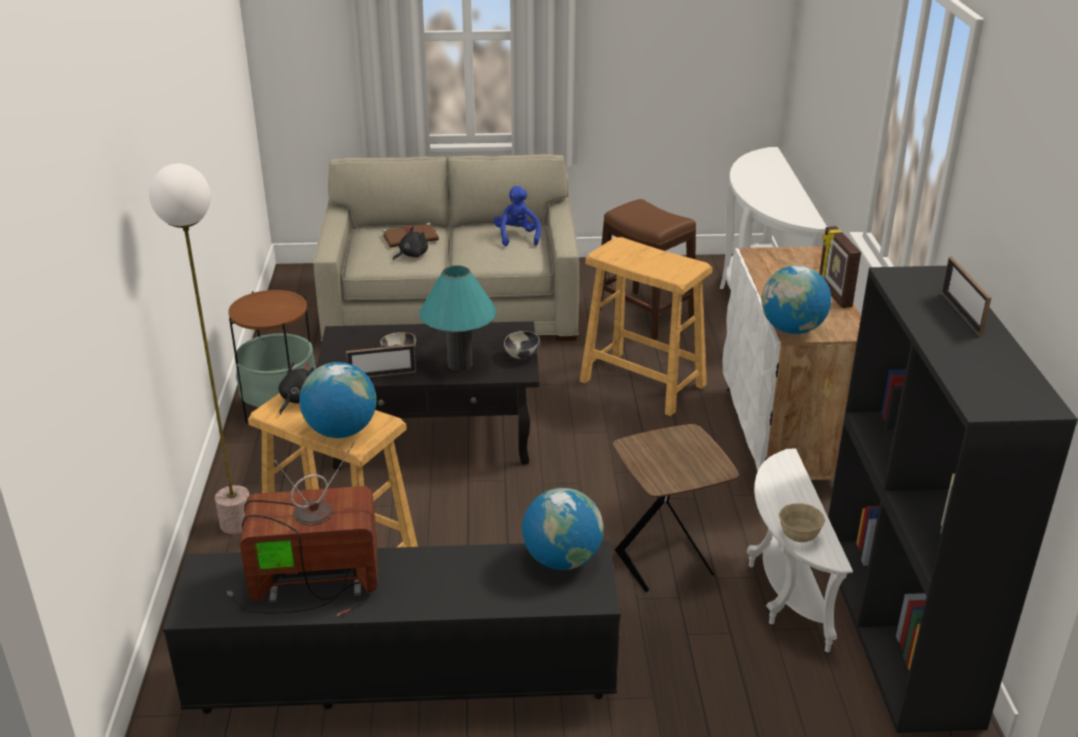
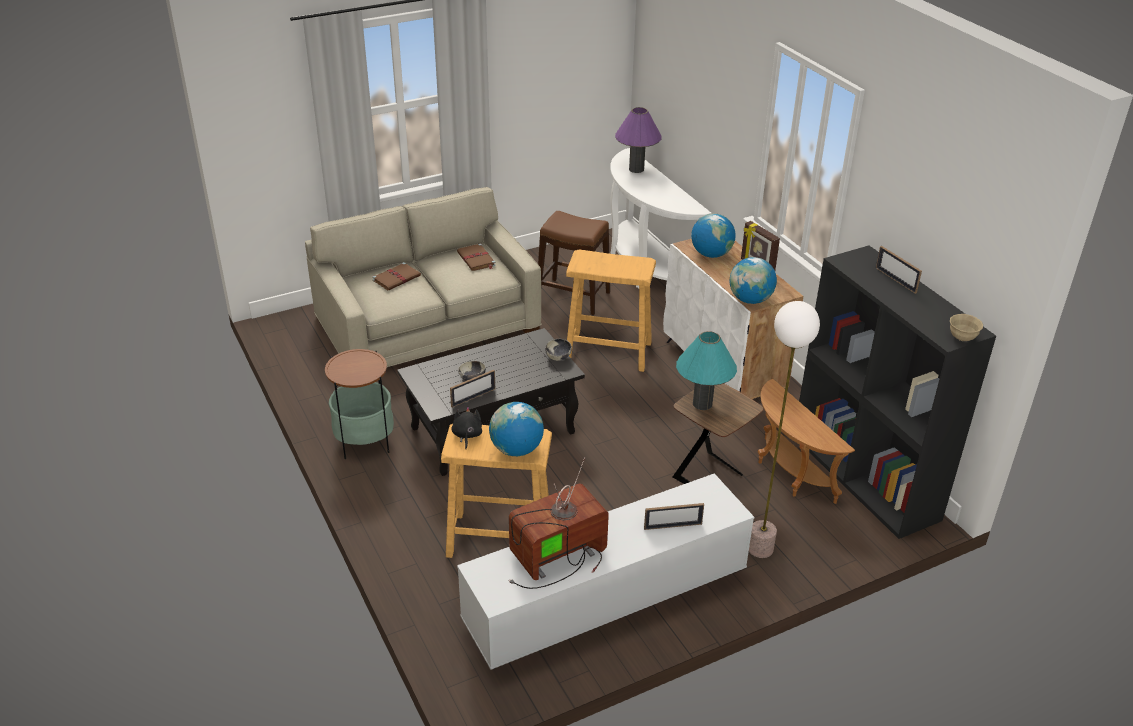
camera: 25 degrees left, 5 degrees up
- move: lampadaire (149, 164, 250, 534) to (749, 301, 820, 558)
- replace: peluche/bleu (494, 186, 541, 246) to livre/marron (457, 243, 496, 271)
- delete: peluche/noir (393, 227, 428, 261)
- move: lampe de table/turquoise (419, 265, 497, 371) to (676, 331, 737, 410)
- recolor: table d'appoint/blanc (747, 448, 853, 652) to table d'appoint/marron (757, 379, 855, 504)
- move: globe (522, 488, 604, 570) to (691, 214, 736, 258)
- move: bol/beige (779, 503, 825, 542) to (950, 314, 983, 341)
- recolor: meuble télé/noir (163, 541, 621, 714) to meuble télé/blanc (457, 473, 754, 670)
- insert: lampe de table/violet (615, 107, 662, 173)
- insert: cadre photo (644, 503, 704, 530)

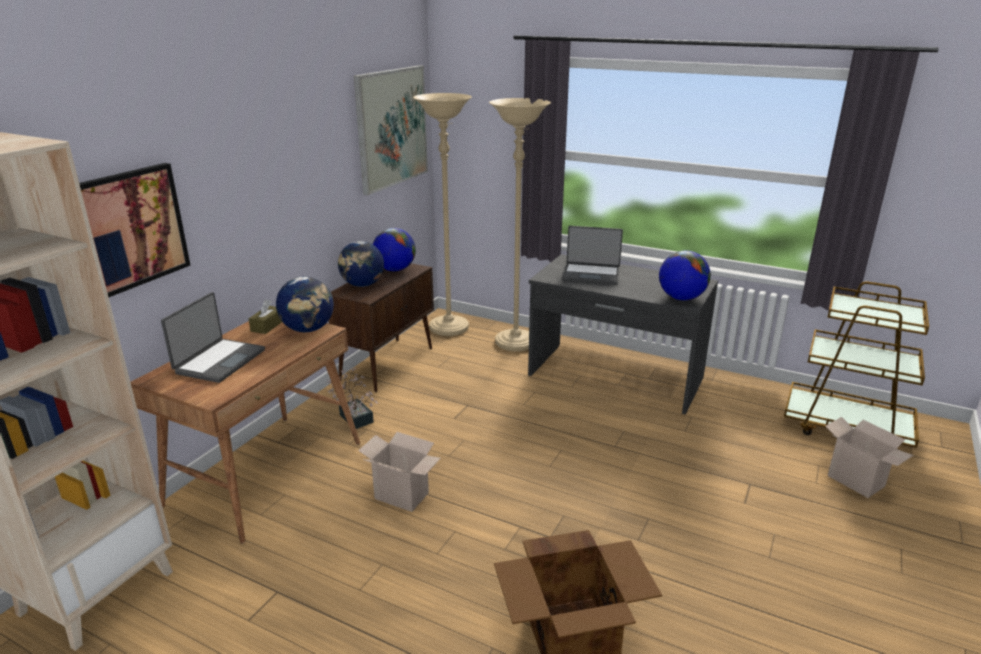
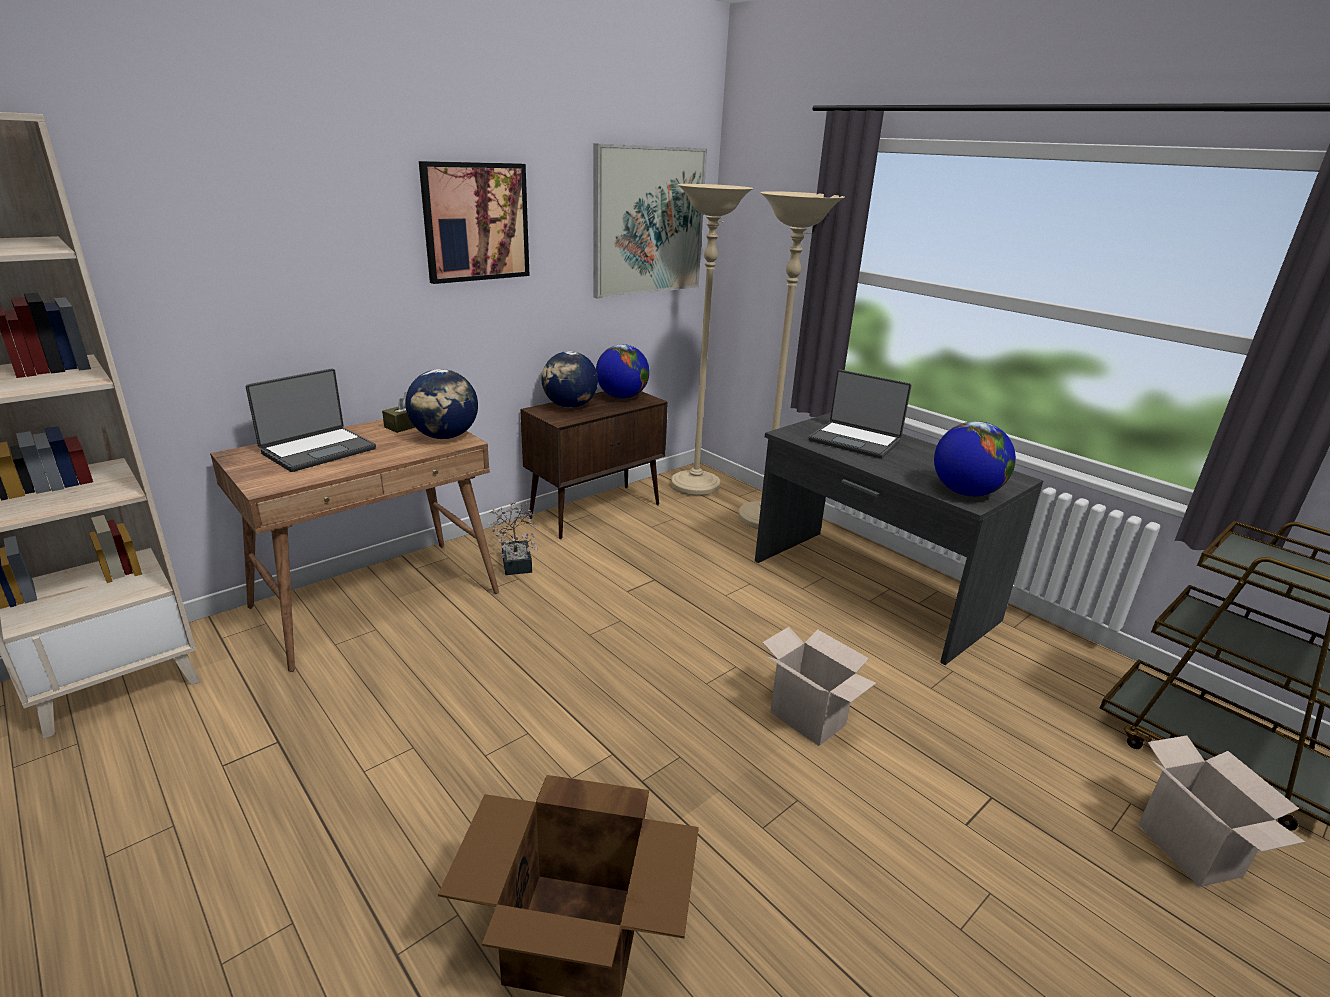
camera: 20 degrees right, 0 degrees up
- move: tableau (79, 163, 191, 297) to (419, 161, 530, 284)
- move: carton (358, 432, 441, 512) to (762, 627, 876, 746)

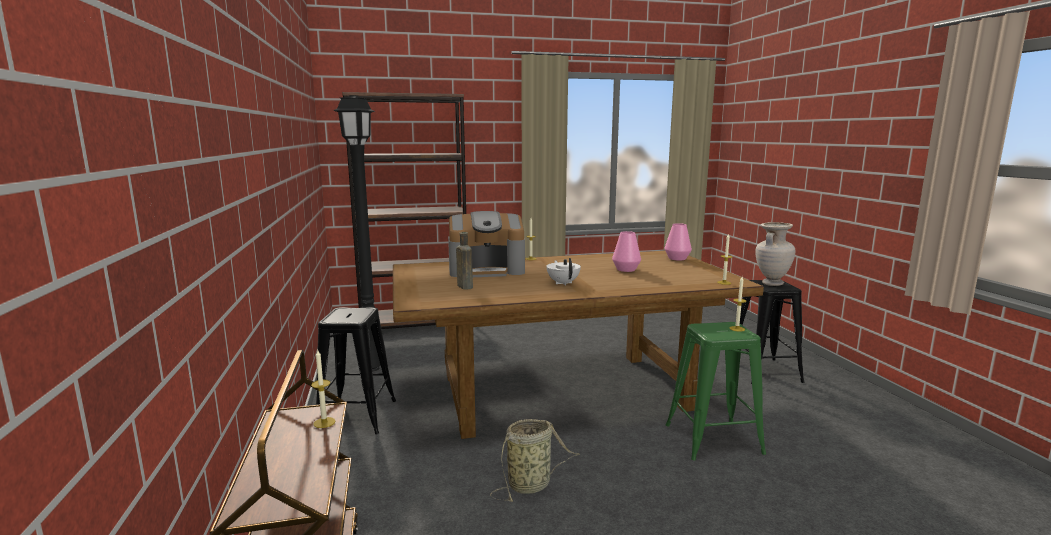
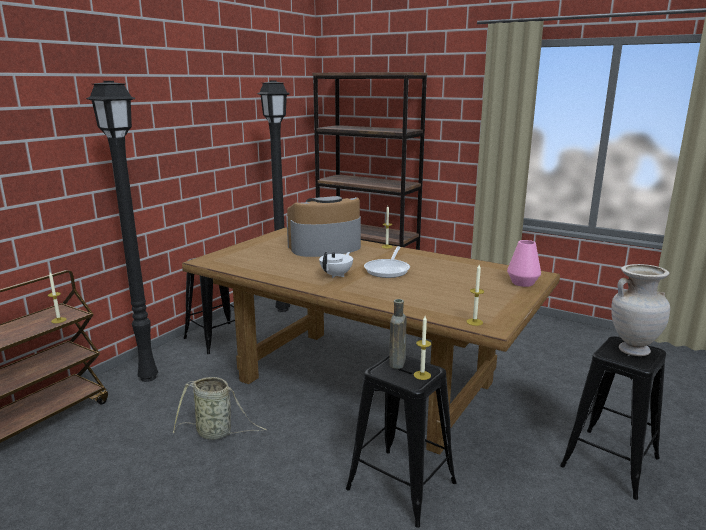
camera: 45 degrees right, 5 degrees up
- rotate: machine à café (448, 211, 525, 277) = (287, 196, 361, 257) 120 degrees clockwise
- delete: vase/rose (612, 231, 641, 272)
- move: bouteille/marron (456, 232, 473, 290) to (390, 299, 406, 369)
- recolor: tabouret/vert (666, 322, 766, 461) to tabouret/noir (346, 354, 457, 528)
- insert: lampadaire/noir (86, 81, 158, 382)
- insert: poêle (364, 246, 410, 278)

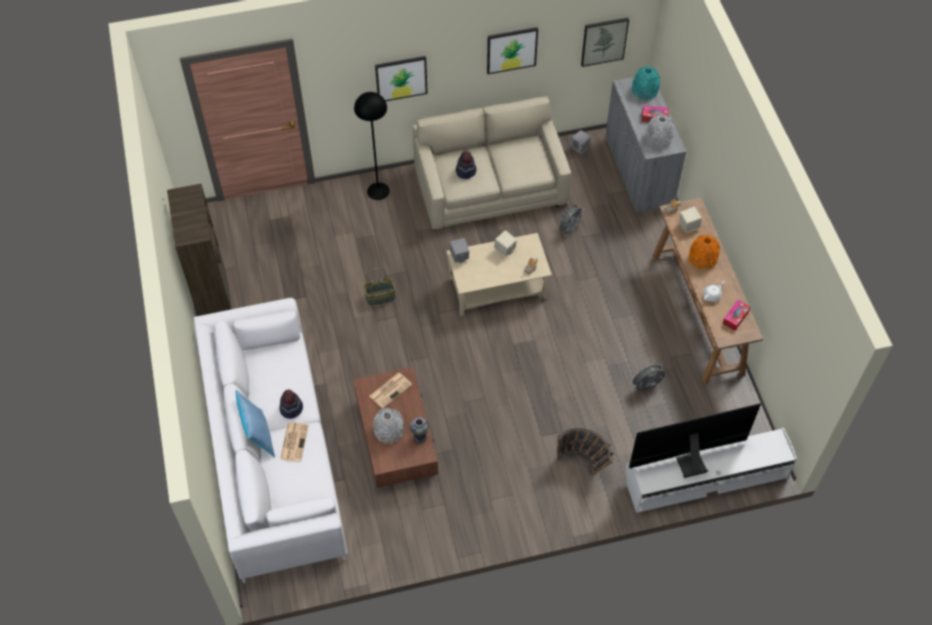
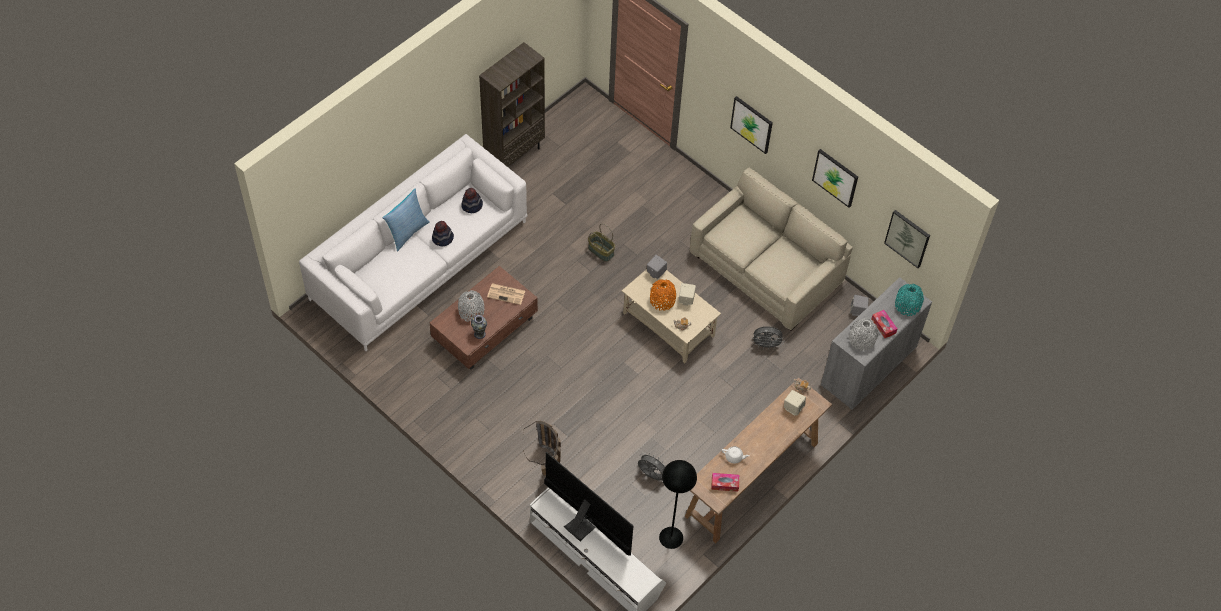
camera: 55 degrees right, 0 degrees up
- move: lampadaire/noir (354, 92, 390, 200) to (659, 460, 697, 549)
- move: chapeau (456, 151, 476, 179) to (461, 188, 483, 213)
- move: vase/orange (689, 235, 720, 270) to (650, 279, 676, 311)
- delete: journal (280, 422, 308, 461)

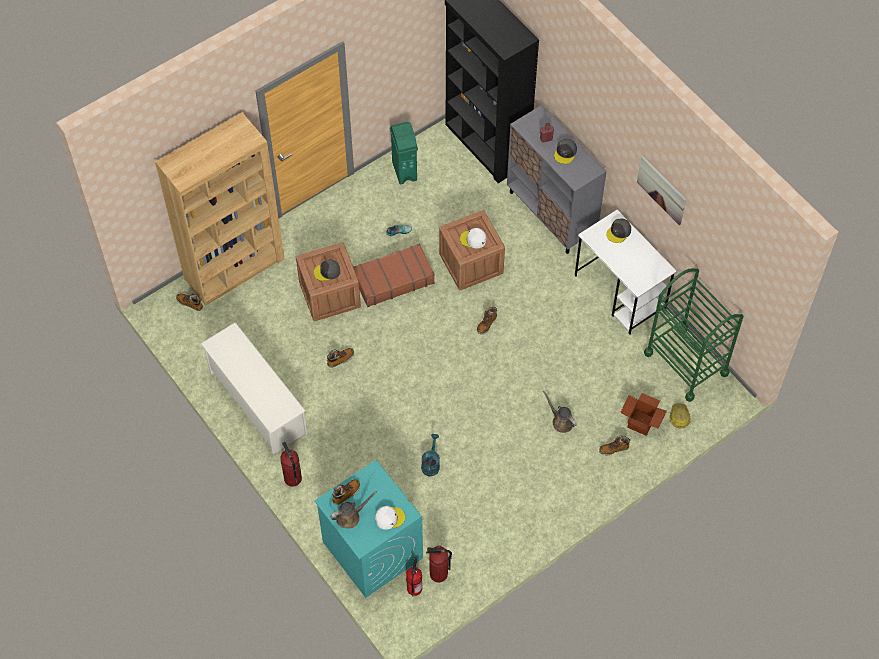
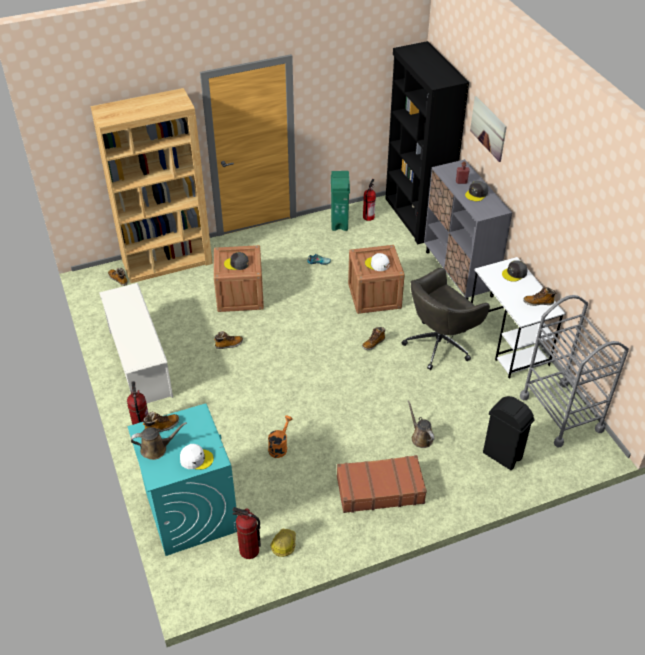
camera: 15 degrees right, 15 degrees down
- move: tableau (637, 156, 686, 225) to (470, 96, 507, 162)
- move: valise/marron (353, 243, 435, 307) to (337, 455, 427, 513)
- recolor: chariot/vert (644, 269, 744, 402) to chariot/gris (520, 295, 629, 447)
- replace: carton (620, 393, 667, 436) to poubelle/noir (483, 396, 535, 470)
- move: casque de chantier (669, 403, 691, 428) to (271, 529, 296, 557)
- recolor: arrosoir/turquoise (421, 434, 440, 476) to arrosoir/orange (268, 416, 293, 458)
- move: botte (599, 436, 630, 455) to (523, 287, 556, 306)
- move: extincteur (406, 557, 422, 597) to (363, 179, 376, 221)
- insert: chaise de bureau/gris (401, 268, 490, 370)

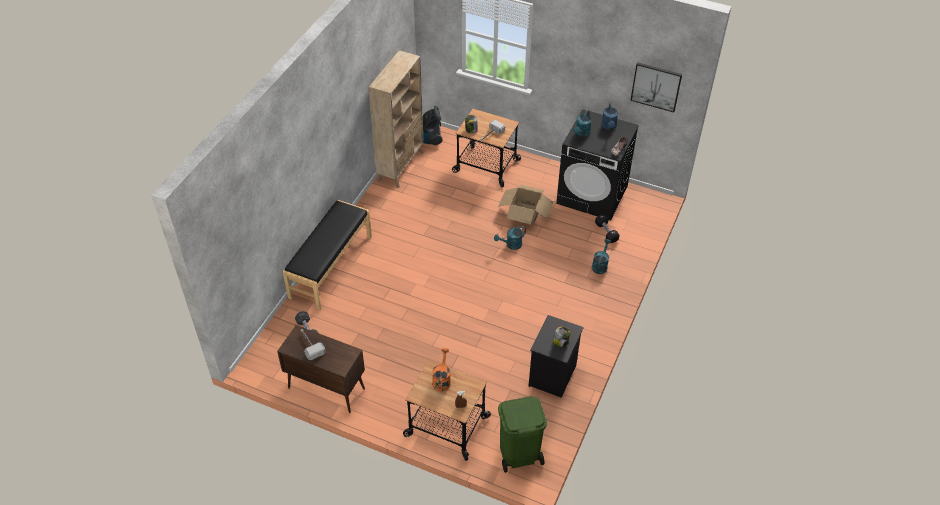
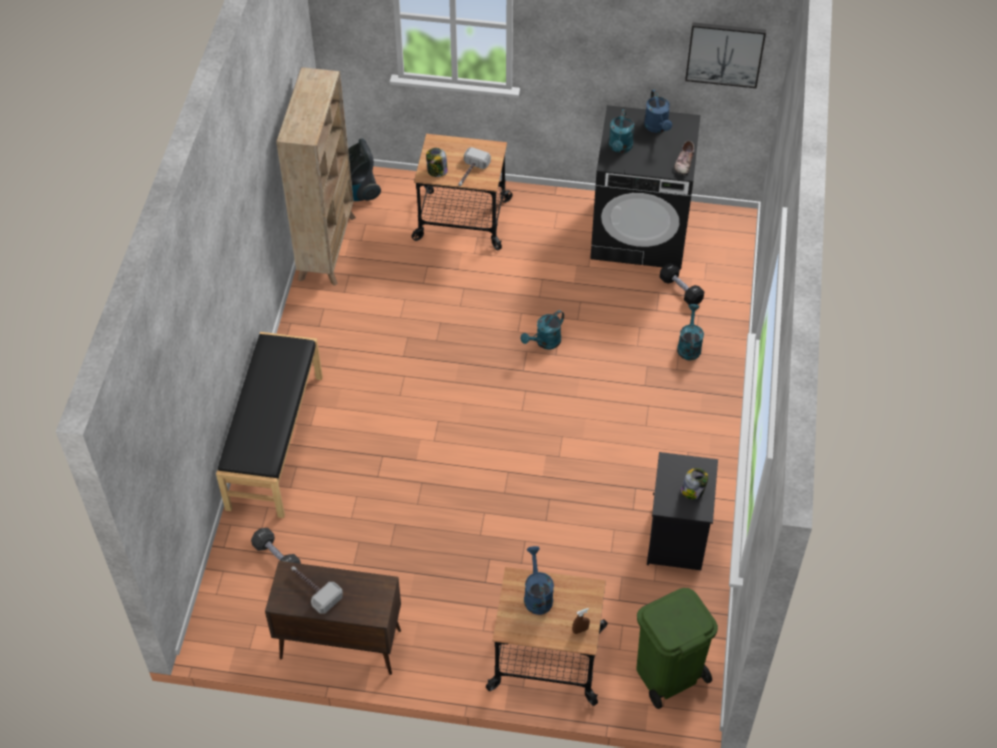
camera: 15 degrees left, 5 degrees up
- delete: carton (498, 185, 554, 225)
- recolor: arrosoir/orange (432, 348, 451, 392) to arrosoir/bleu (524, 546, 554, 615)

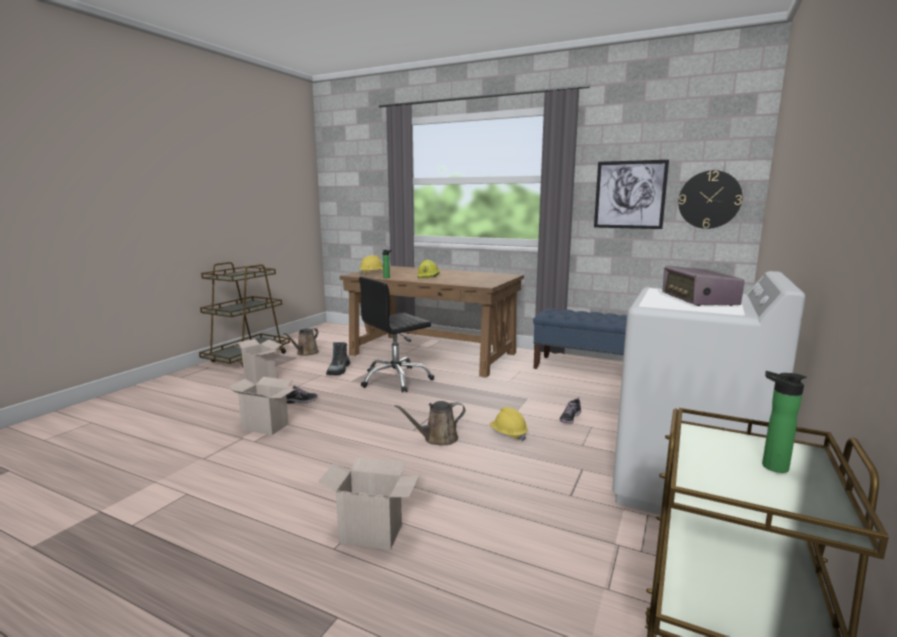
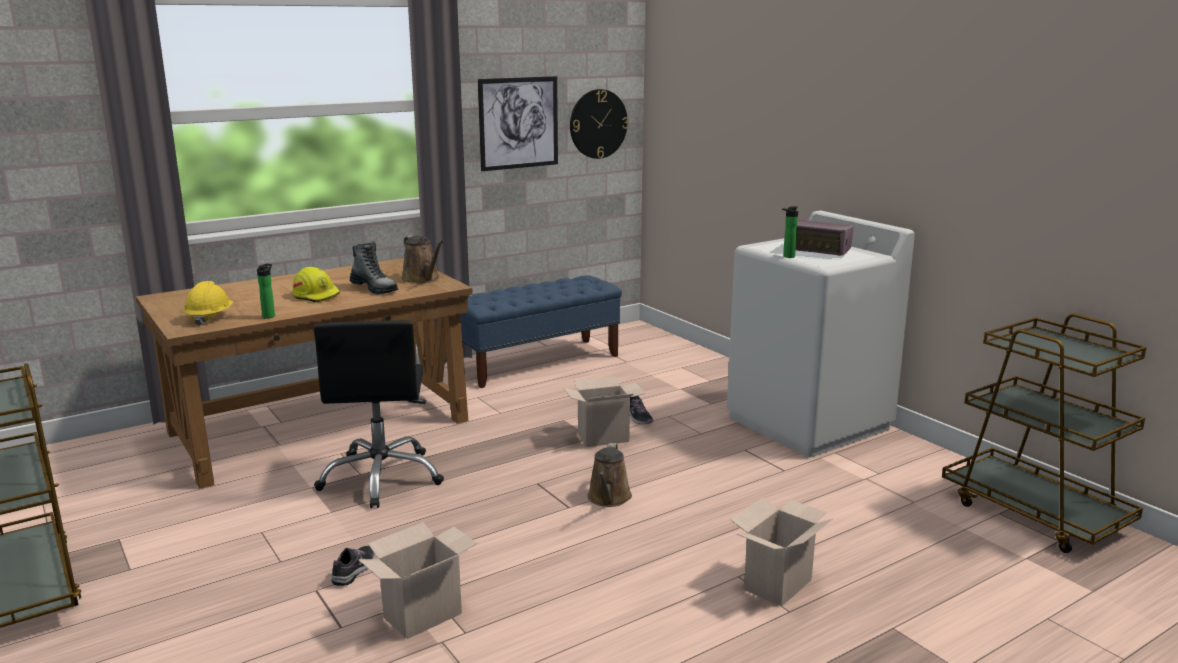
camera: 60 degrees left, 5 degrees up
- move: arrosoir/marron (284, 328, 319, 356) to (402, 235, 443, 284)
- move: carton (237, 339, 282, 384) to (563, 376, 646, 447)
- move: botte (326, 342, 350, 375) to (350, 241, 398, 294)
- move: bouteille (762, 371, 806, 473) to (782, 206, 798, 258)
- delete: casque de chantier/jaune (489, 407, 528, 441)

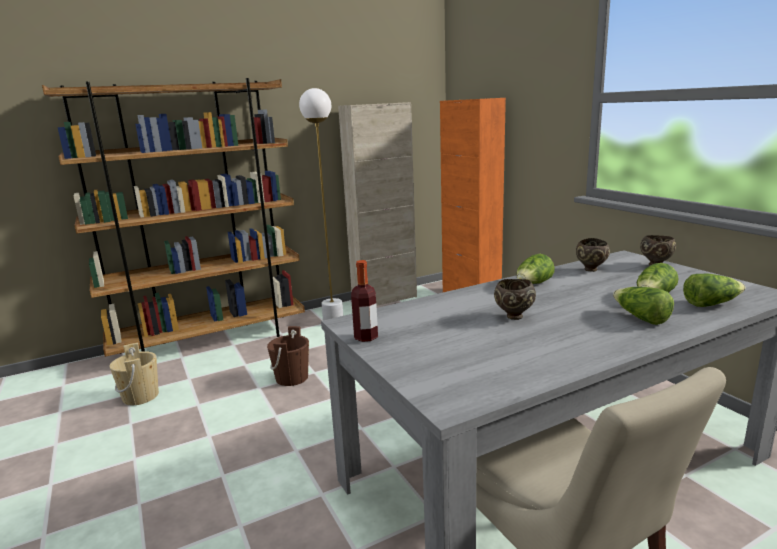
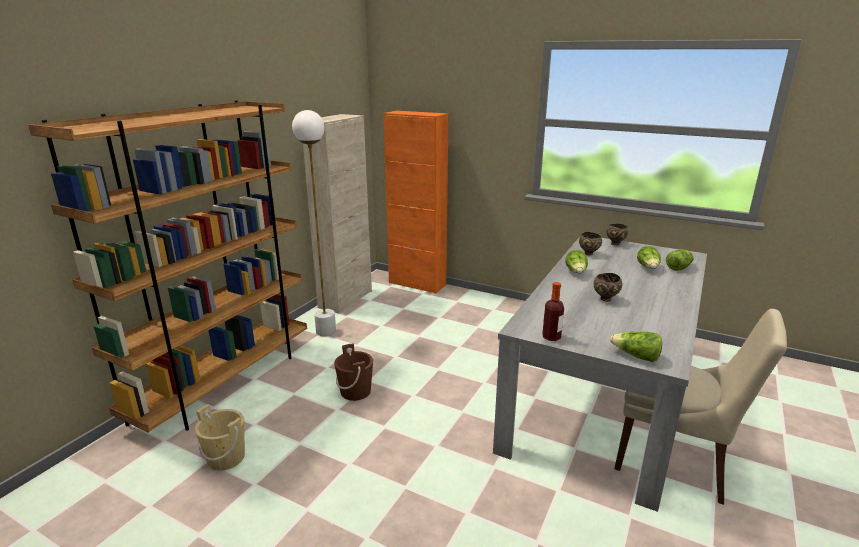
camera: 35 degrees left, 5 degrees up
- move: laitue (613, 287, 674, 325) to (610, 331, 662, 362)

